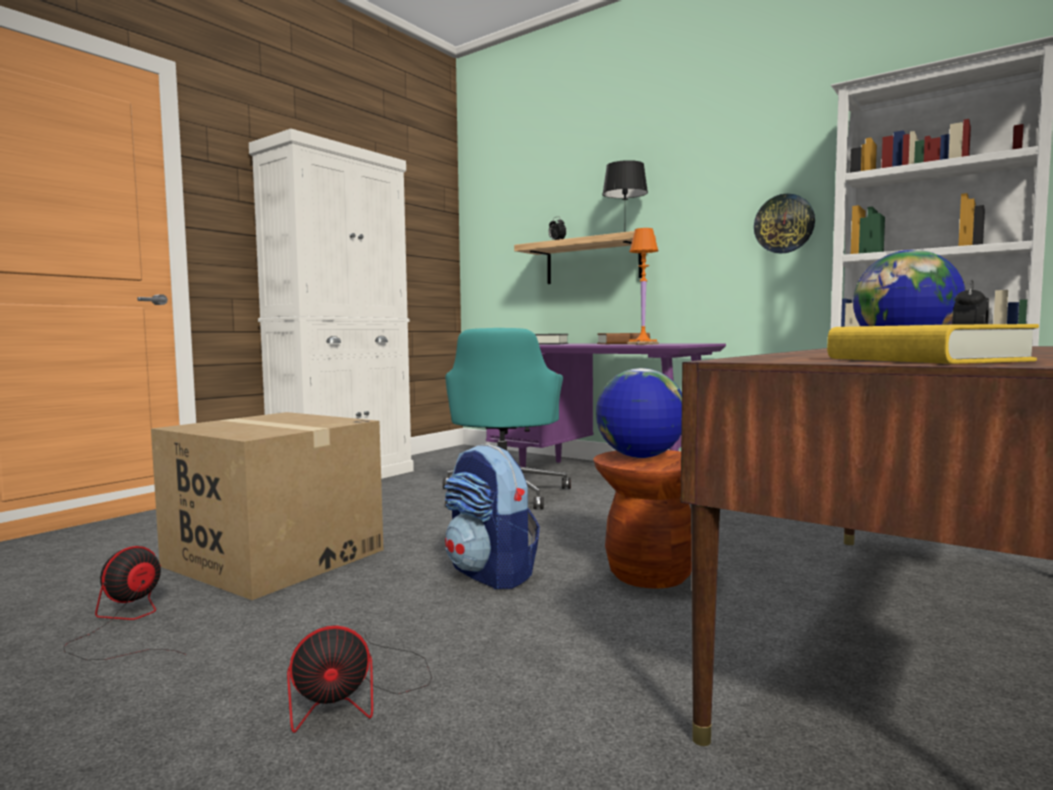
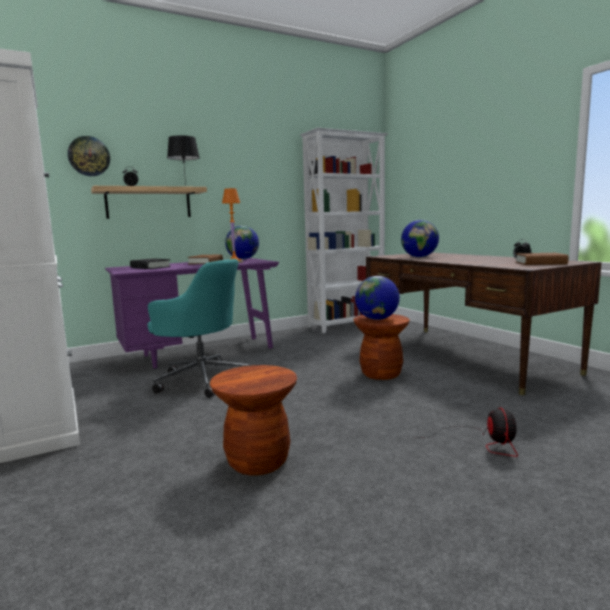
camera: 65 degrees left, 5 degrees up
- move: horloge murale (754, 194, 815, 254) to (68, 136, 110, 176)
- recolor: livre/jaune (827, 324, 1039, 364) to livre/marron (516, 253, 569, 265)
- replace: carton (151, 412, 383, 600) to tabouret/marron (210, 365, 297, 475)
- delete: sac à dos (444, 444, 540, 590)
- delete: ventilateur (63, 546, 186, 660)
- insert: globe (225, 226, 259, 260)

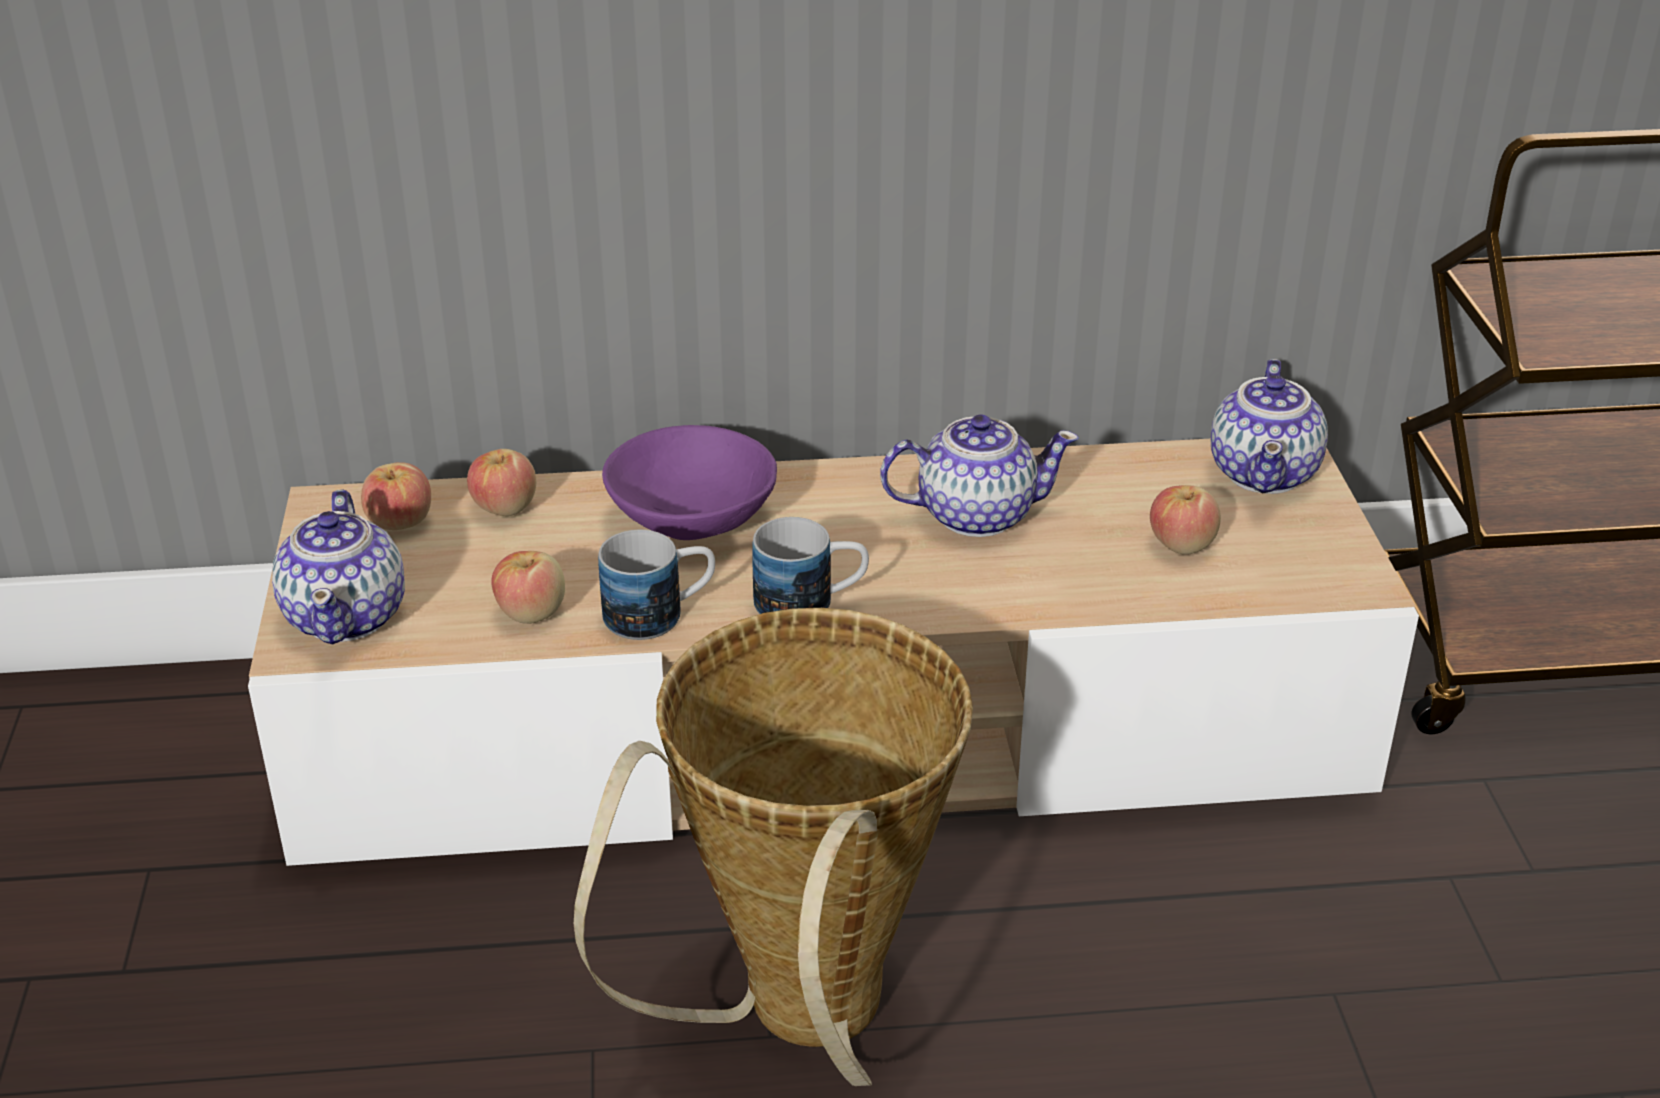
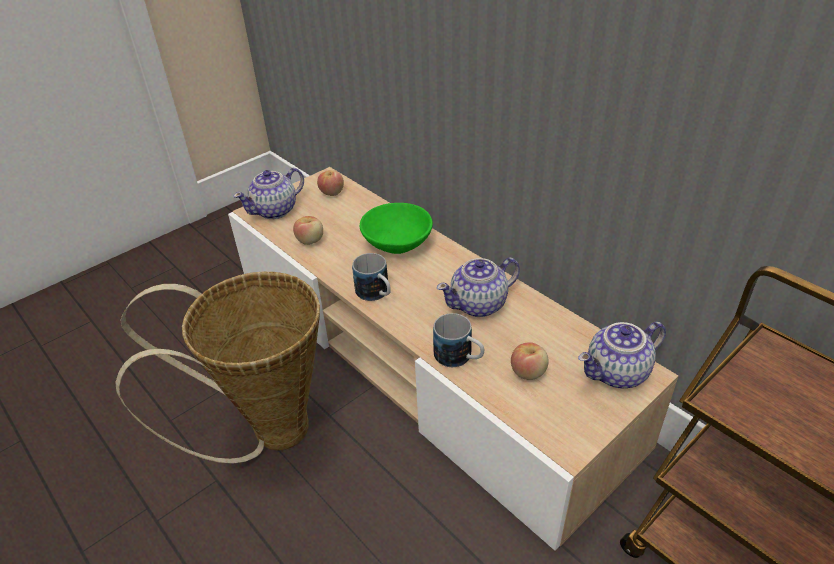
camera: 55 degrees right, 5 degrees up
- rotate: théière (880, 414, 1079, 537) = (437, 257, 520, 317) 105 degrees clockwise
- recolor: bol/violet (602, 425, 777, 540) to bol/vert (360, 203, 433, 254)
- delete: pomme (467, 449, 536, 516)
- move: mug (598, 530, 715, 640) to (433, 313, 484, 367)

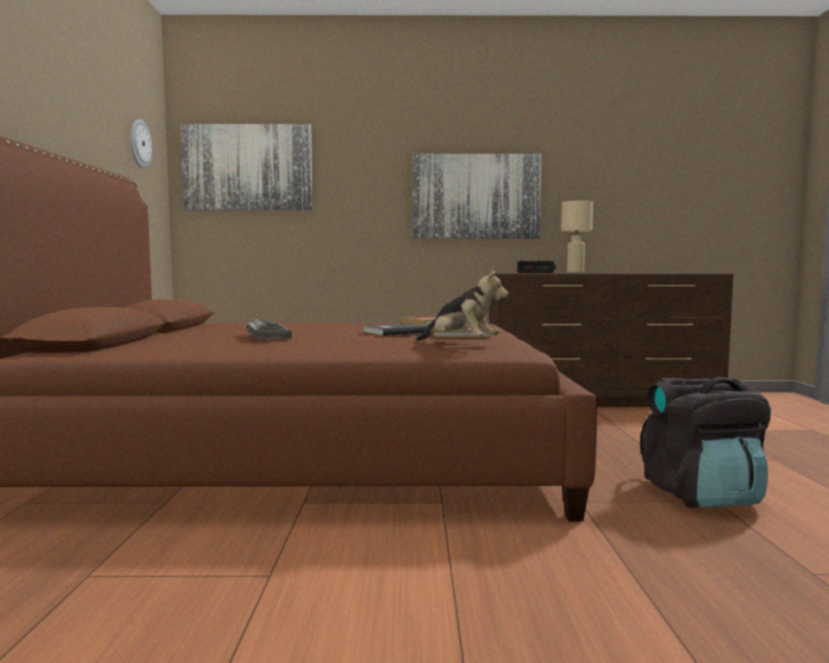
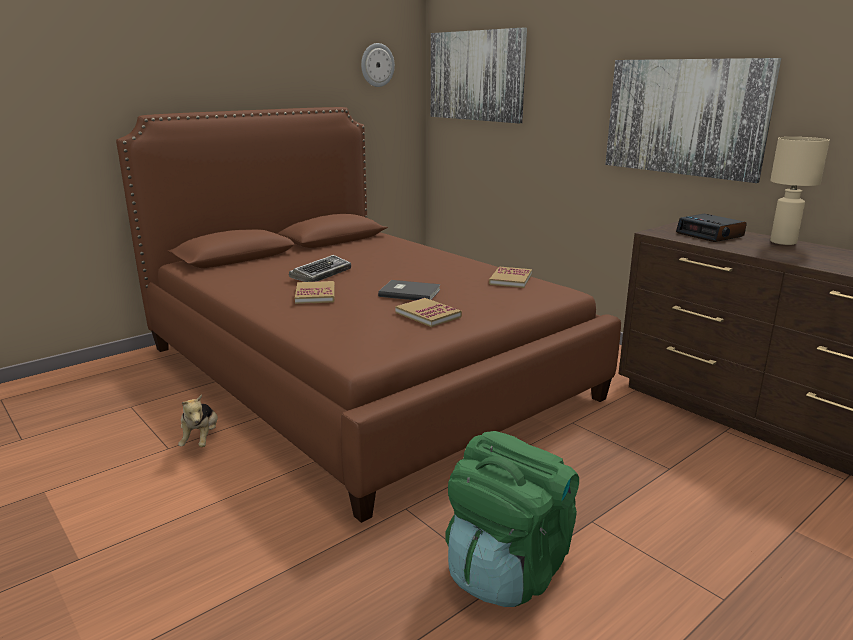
camera: 50 degrees right, 15 degrees up
- move: peluche (416, 269, 508, 341) to (178, 394, 218, 447)
- recolor: sac à dos/noir (640, 377, 771, 508) to sac à dos/vert (445, 431, 579, 607)
- insert: livre (295, 281, 335, 304)

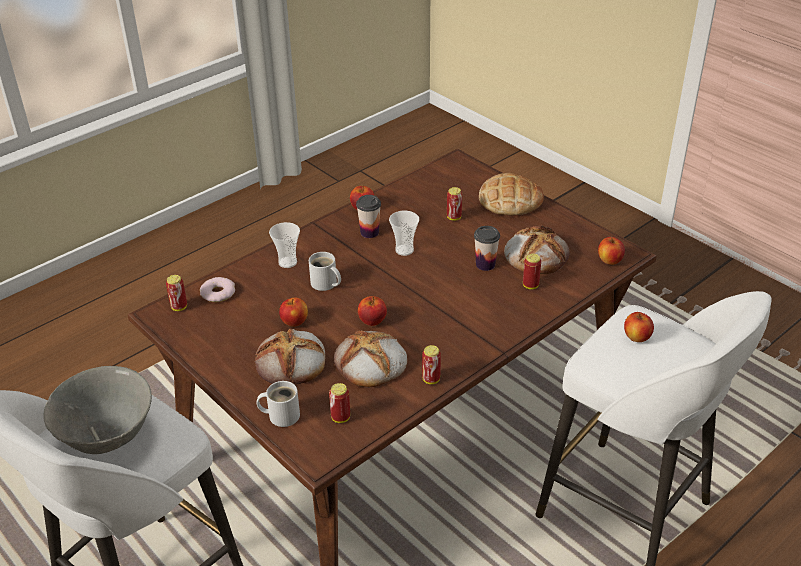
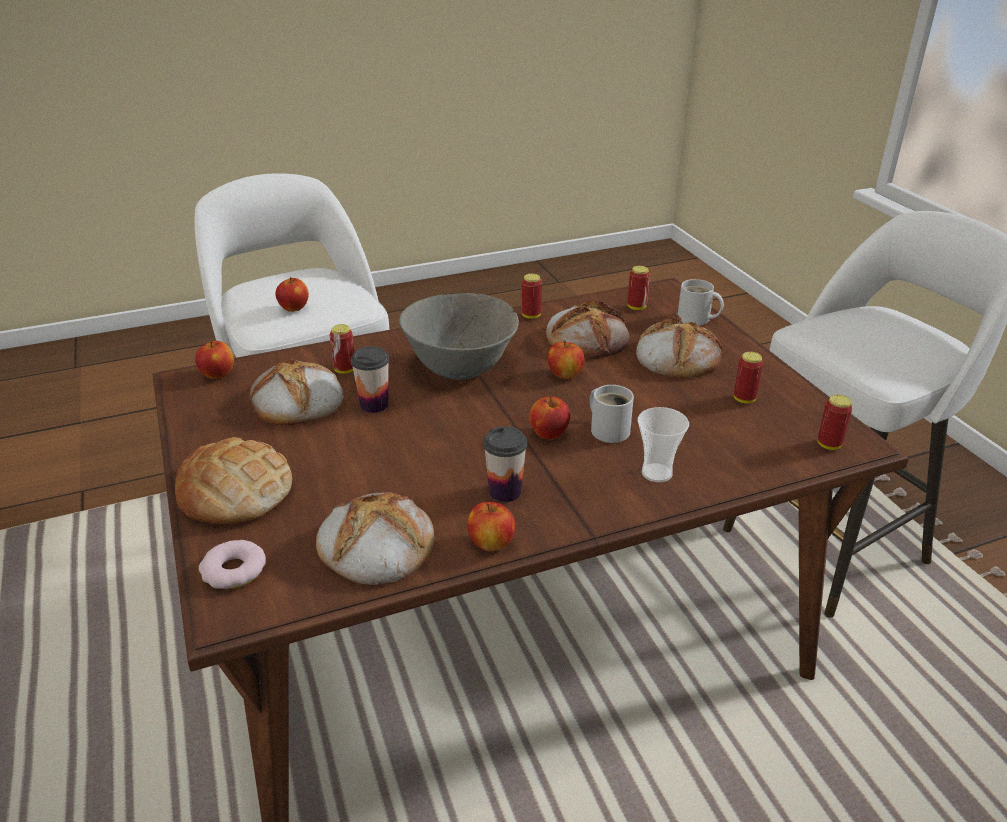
camera: 160 degrees left, 5 degrees down
- move: boîte métallique (447, 187, 462, 221) to (734, 352, 763, 403)
- delete: tasse (389, 211, 419, 256)
- move: beignet (200, 277, 235, 302) to (199, 540, 266, 589)
- move: pomme (279, 298, 308, 327) to (529, 395, 570, 439)
- move: bol/gris (44, 366, 152, 454) to (399, 293, 519, 380)
- insert: pain (316, 492, 435, 585)

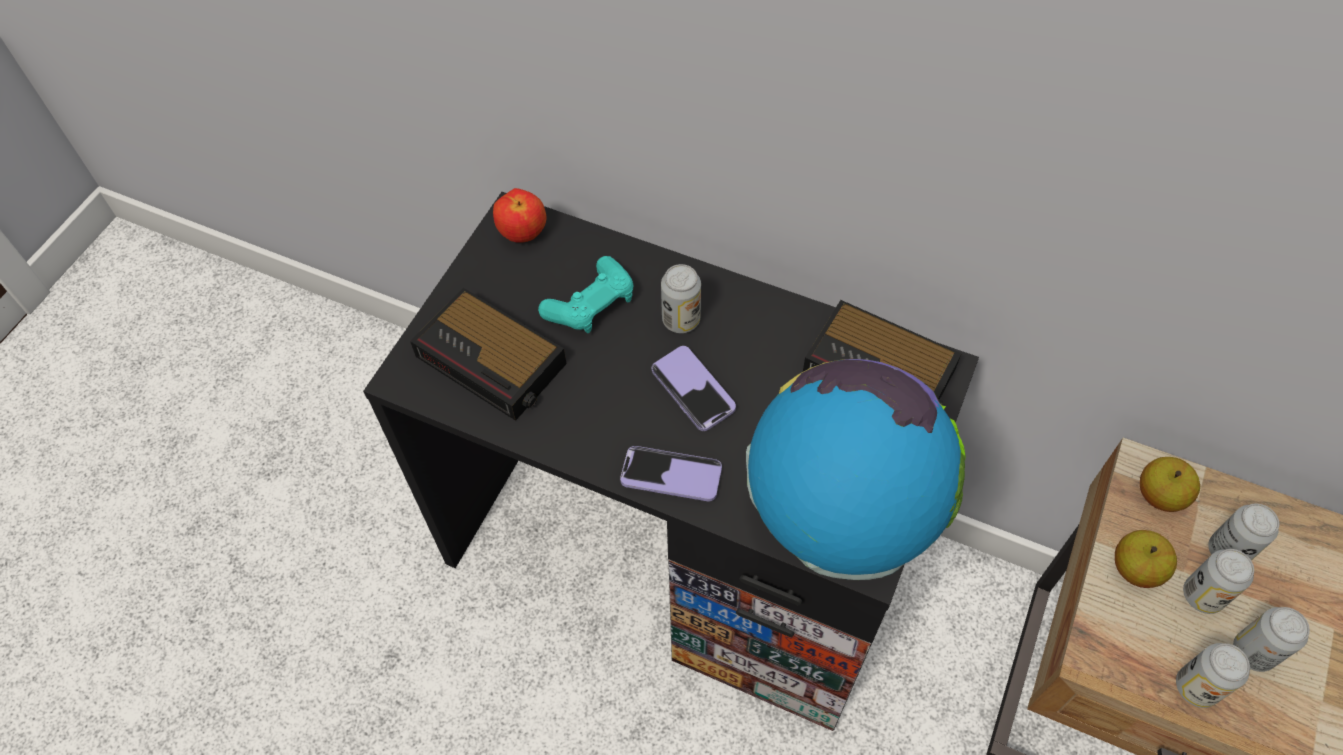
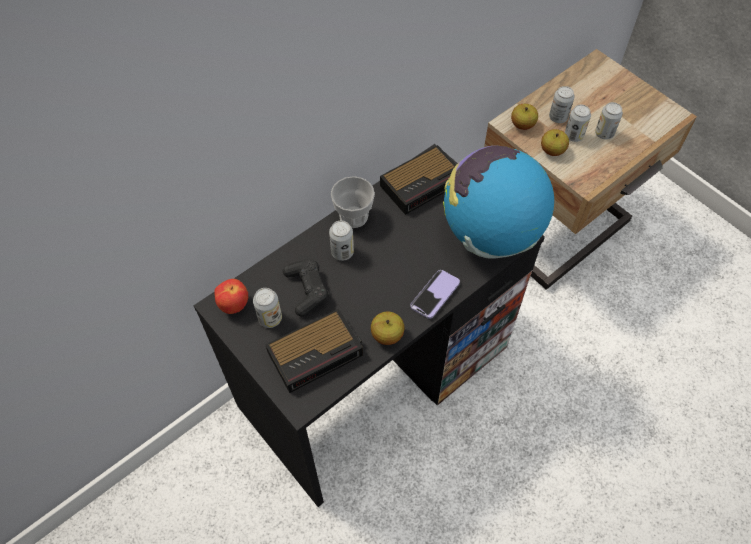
camera: 65 degrees left, 0 degrees up
- recolor: manette/turquoise (538, 256, 633, 333) to manette/noir (283, 259, 329, 317)
- delete: téléphone (652, 346, 736, 431)
- move: boîte métallique (1176, 643, 1250, 708) to (253, 288, 282, 328)
- insert: tasse (331, 176, 375, 228)
- insert: pomme (371, 311, 405, 345)

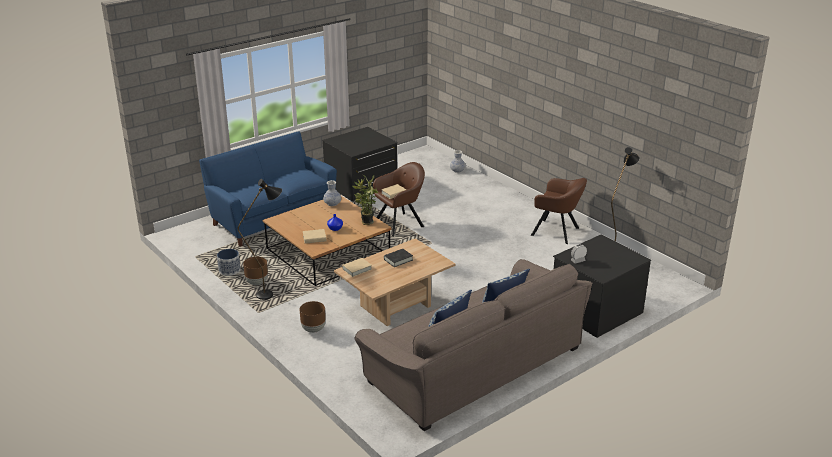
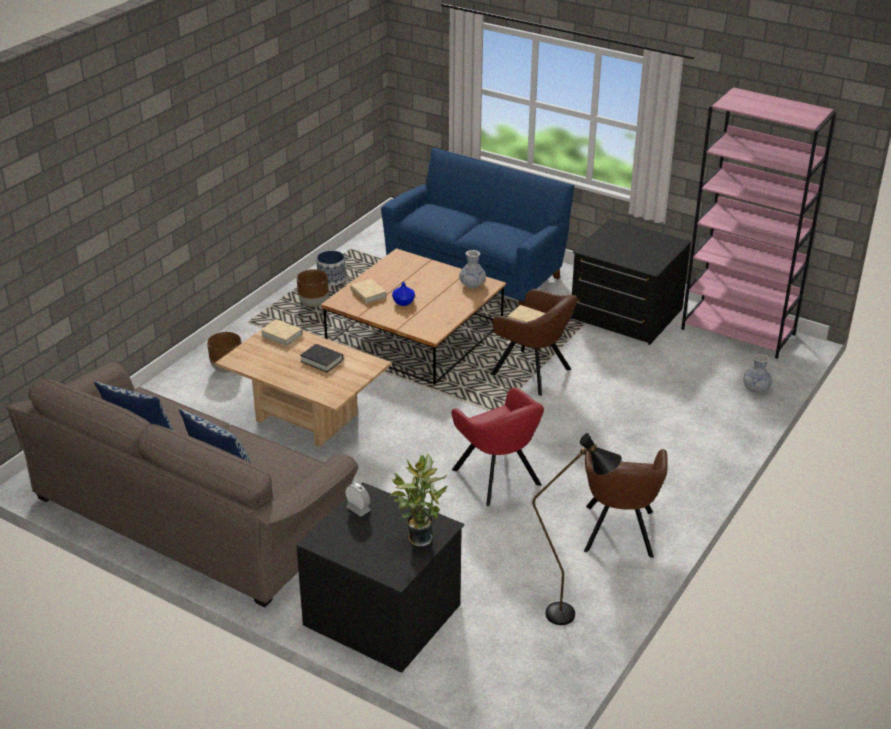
camera: 70 degrees right, 5 degrees up
- move: plante en pot (352, 175, 378, 225) to (390, 454, 448, 546)
- delete: lampadaire/noir (238, 179, 282, 300)
- insert: bibliothèque/rose (681, 87, 836, 359)
- insert: fauteuil/rouge (451, 387, 544, 506)

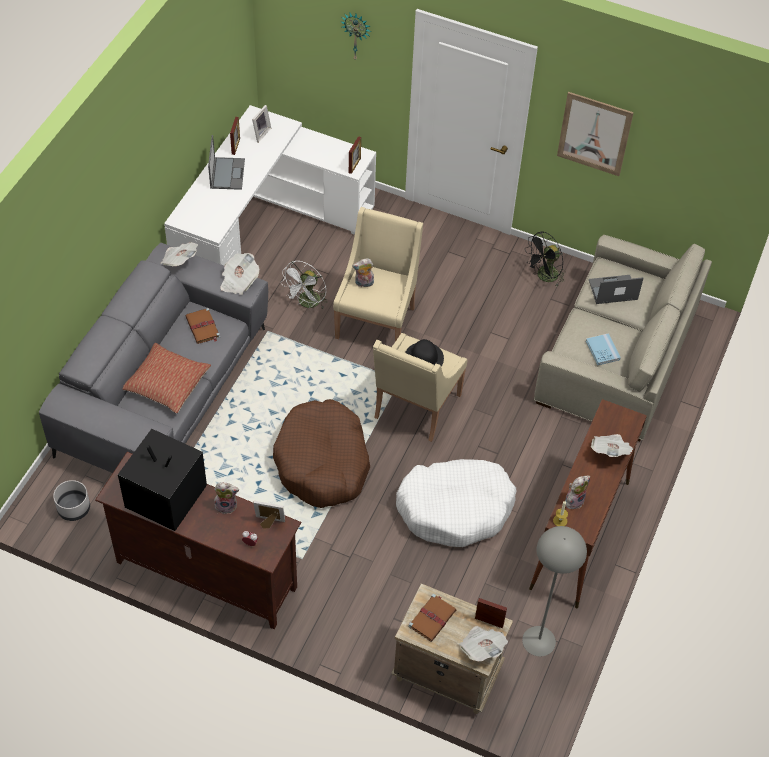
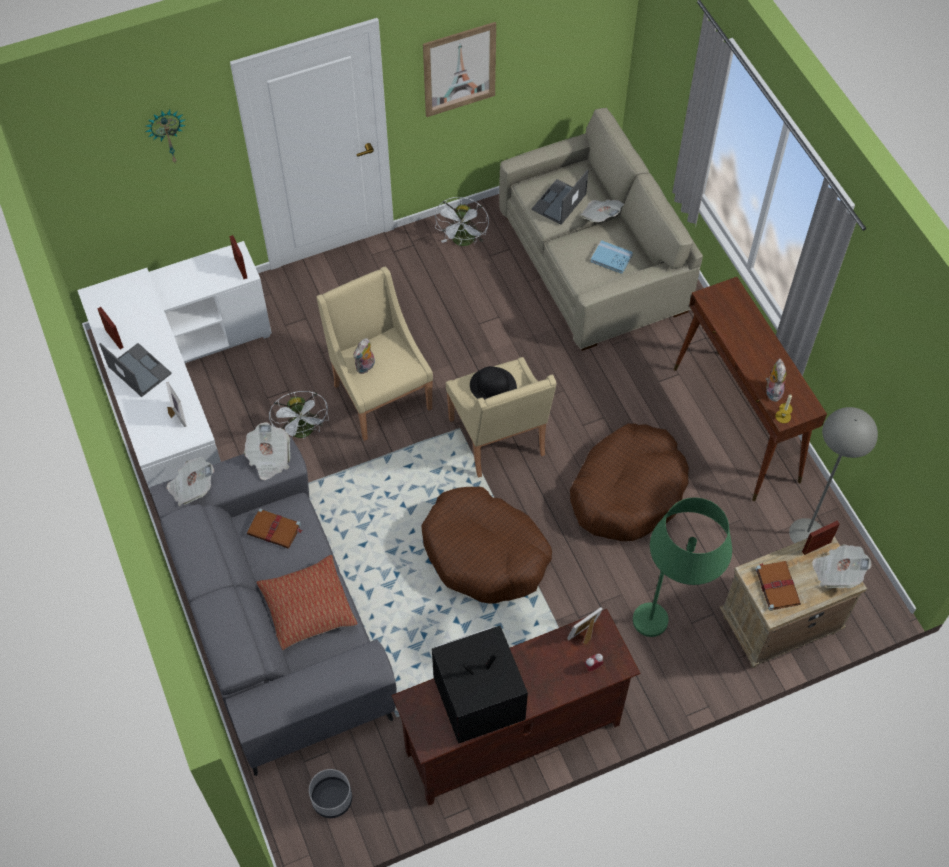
camera: 45 degrees left, 5 degrees up
- move: cadre photo (252, 105, 271, 143) to (166, 382, 187, 427)
- recolor: ventilateur/noir (526, 231, 565, 286) to ventilateur/blanc (435, 197, 489, 246)
- move: journal (591, 434, 633, 457) to (580, 199, 624, 222)
- recolor: panier pour chien/blanc (396, 459, 516, 547) to panier pour chien/marron (570, 423, 689, 541)
- delete: peluche (214, 482, 239, 514)
- insert: lampadaire/vert (633, 498, 732, 637)

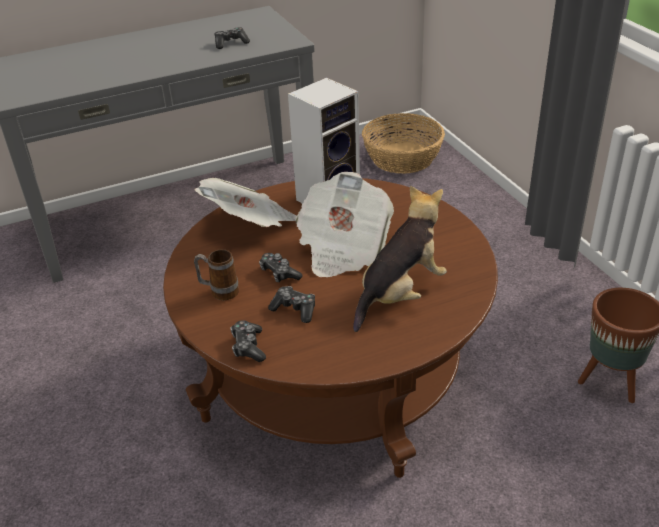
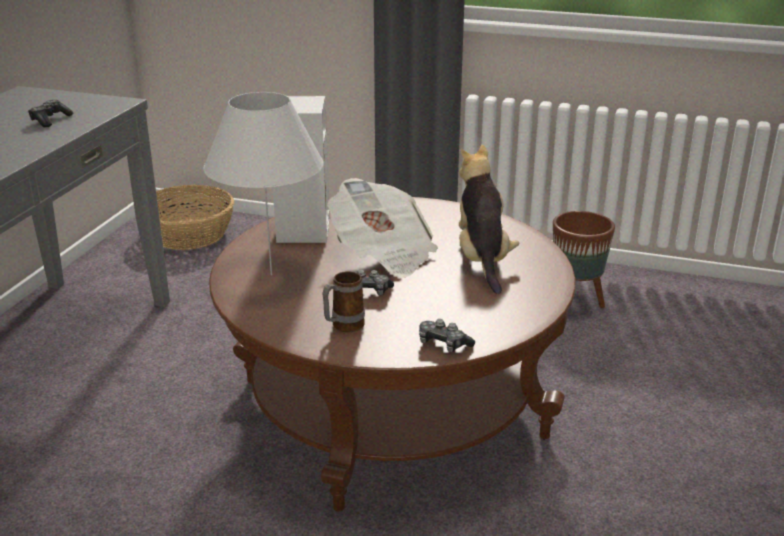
camera: 50 degrees left, 10 degrees down
- replace: journal (194, 178, 297, 227) to lampe de table/blanc (203, 92, 324, 275)
- delete: manette (268, 286, 315, 323)

